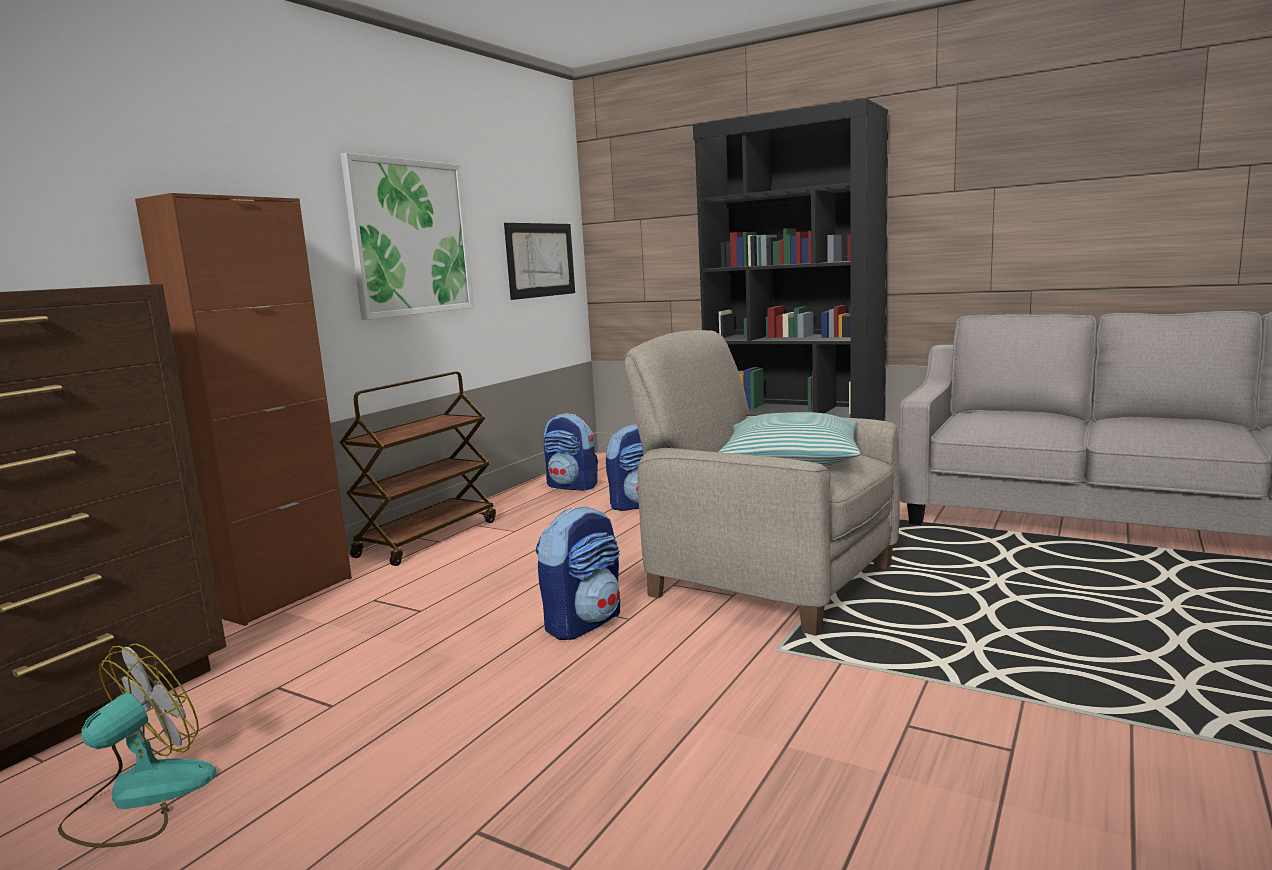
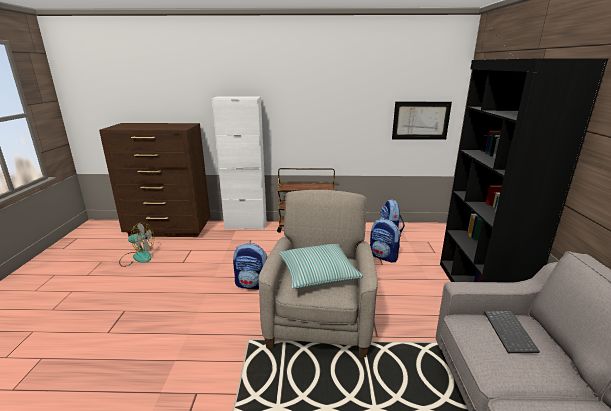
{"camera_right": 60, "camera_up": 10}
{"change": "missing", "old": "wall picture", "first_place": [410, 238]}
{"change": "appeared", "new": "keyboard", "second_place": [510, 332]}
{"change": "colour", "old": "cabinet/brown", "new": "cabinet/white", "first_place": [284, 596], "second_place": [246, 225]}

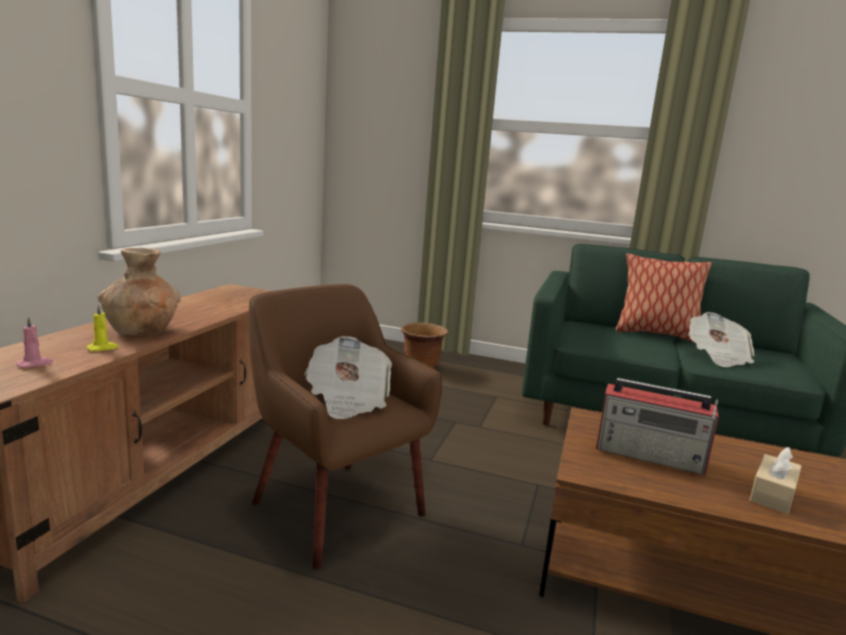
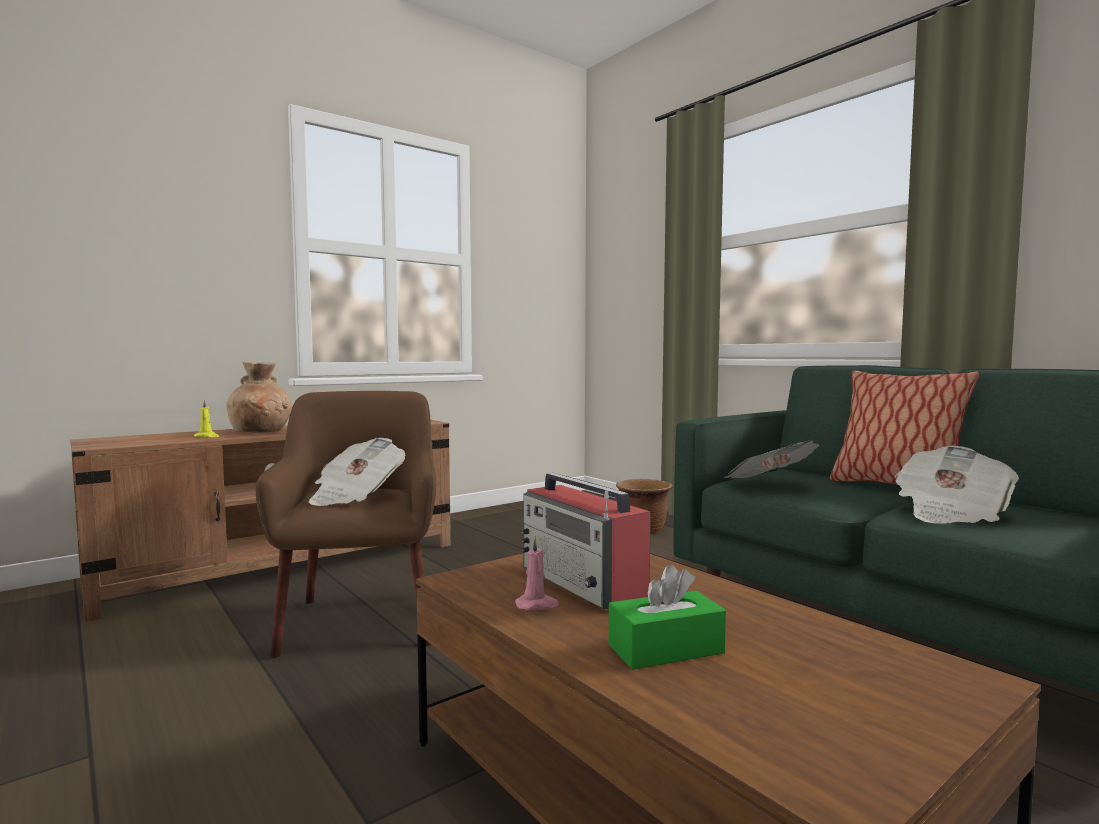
{"camera_right": 35, "camera_up": -10}
{"change": "appeared", "new": "daily paper", "second_place": [769, 485]}
{"change": "relocated", "old": "wax light/pinkish", "first_place": [35, 364], "second_place": [537, 605]}
{"change": "colour", "old": "box of tissues/beige", "new": "box of tissues/greenish", "first_place": [772, 494], "second_place": [666, 649]}

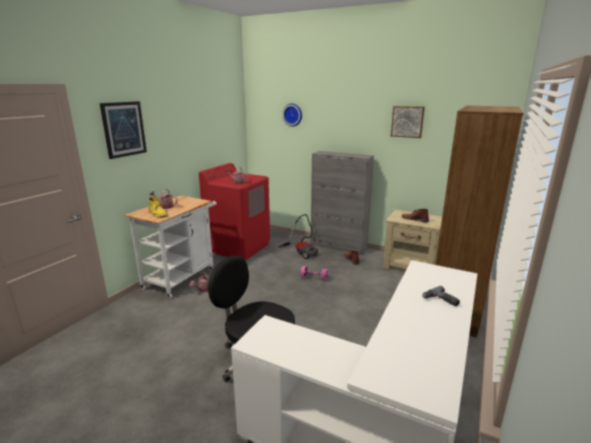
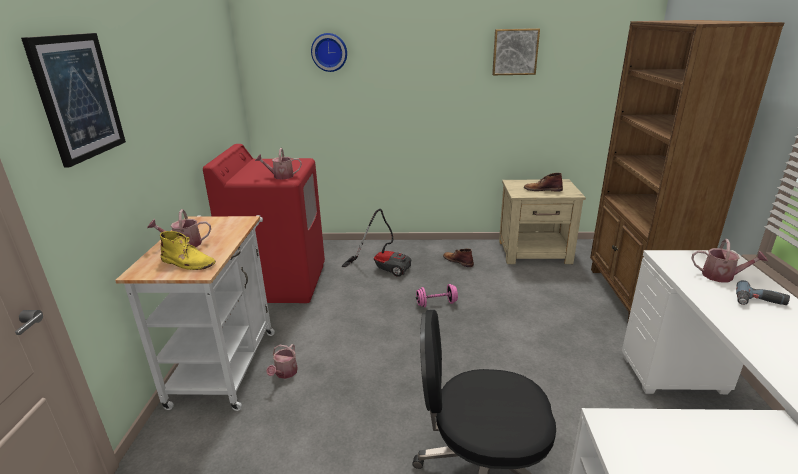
{"camera_right": -25, "camera_up": 5}
{"change": "missing", "old": "cabinet/greyish", "first_place": [338, 246]}
{"change": "appeared", "new": "watering pot", "second_place": [722, 276]}

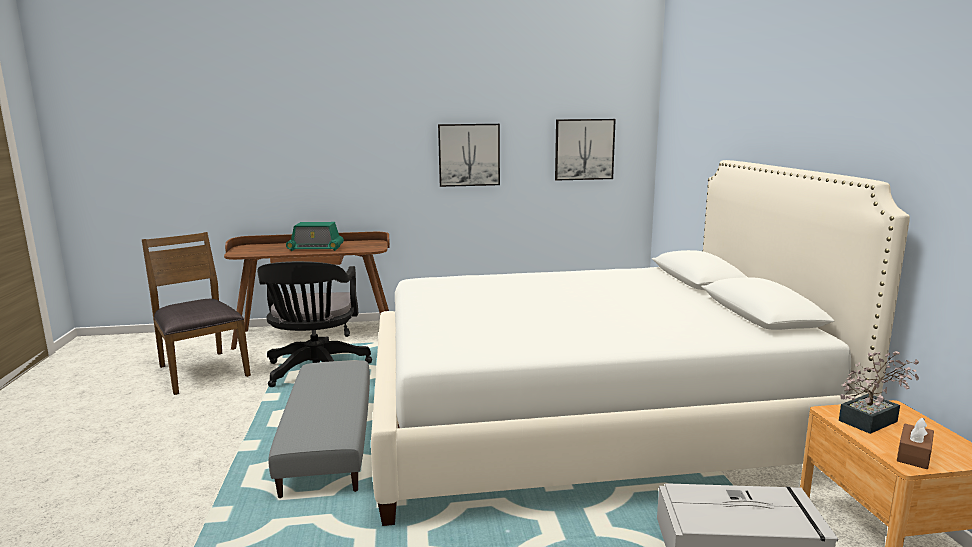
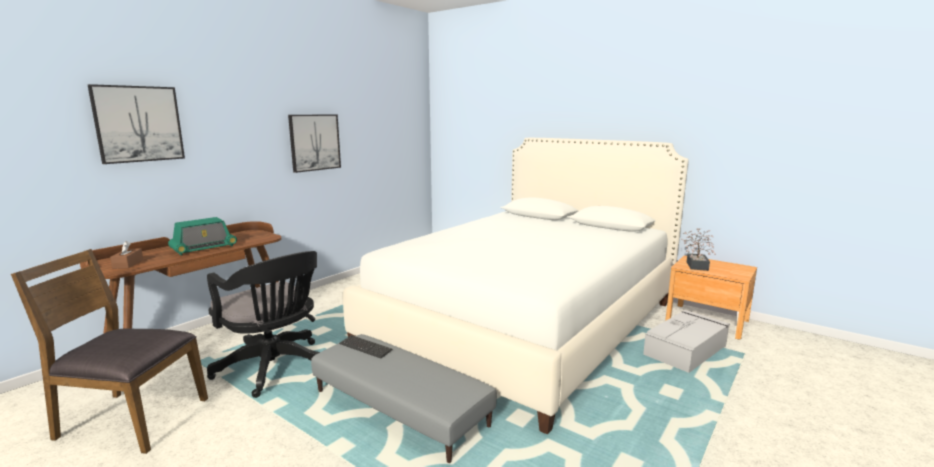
{"camera_right": -45, "camera_up": 0}
{"change": "appeared", "new": "keyboard", "second_place": [365, 347]}
{"change": "relocated", "old": "wall picture", "first_place": [584, 149], "second_place": [138, 124]}
{"change": "relocated", "old": "box of tissues/brown", "first_place": [913, 455], "second_place": [128, 264]}

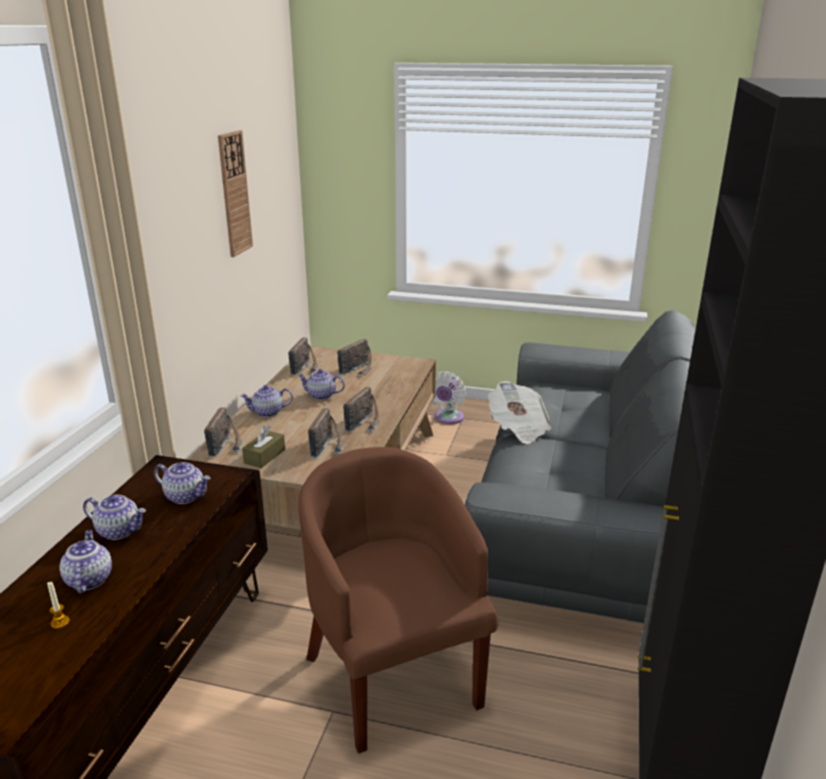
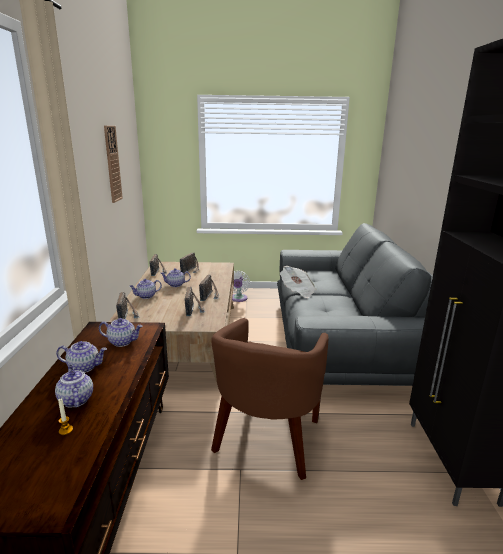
{"camera_right": -15, "camera_up": -5}
{"change": "missing", "old": "box of tissues/brown", "first_place": [264, 456]}
{"change": "spun", "old": "lounge chair/brown", "first_place": [392, 673], "second_place": [267, 439], "degrees": -120}

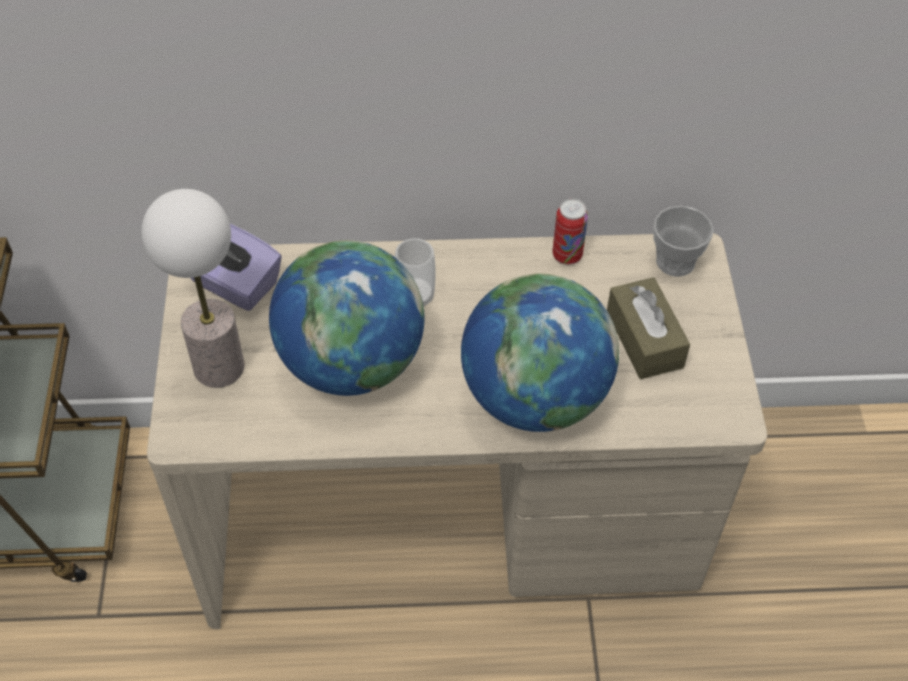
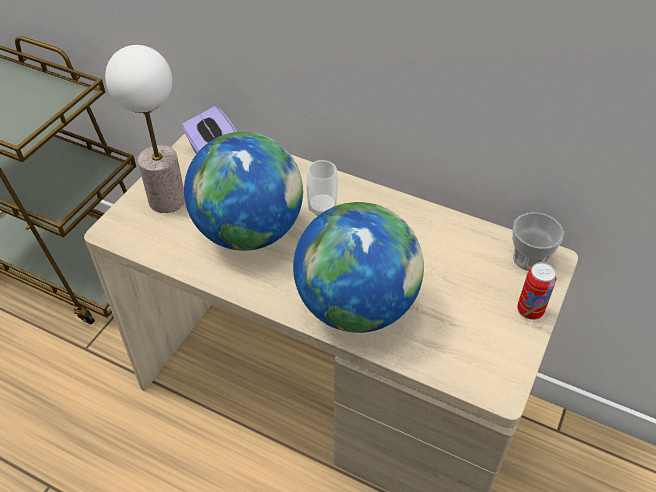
{"camera_right": 30, "camera_up": -5}
{"change": "missing", "old": "box of tissues/brown", "first_place": [644, 339]}
{"change": "relocated", "old": "sealed can", "first_place": [567, 255], "second_place": [530, 311]}

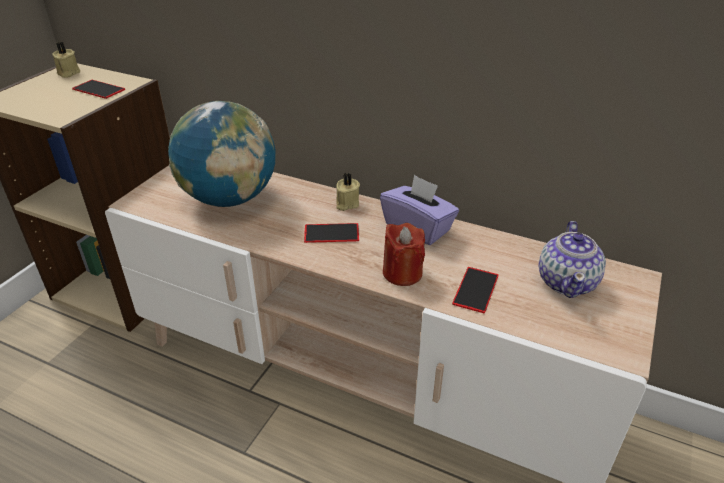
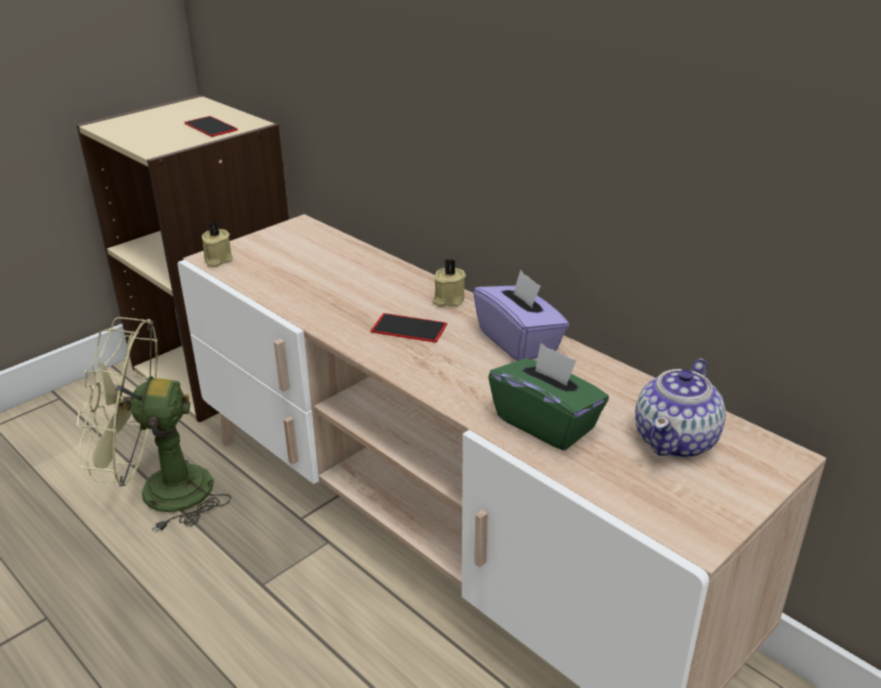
{"camera_right": 20, "camera_up": -5}
{"change": "missing", "old": "desk globe", "first_place": [229, 199]}
{"change": "missing", "old": "wax light/reddish", "first_place": [402, 273]}
{"change": "appeared", "new": "cooling fan/greenish", "second_place": [159, 492]}
{"change": "relocated", "old": "wax light/beige", "first_place": [68, 73], "second_place": [217, 260]}
{"change": "exchanged", "old": "handset", "new": "box of tissues/greenish", "first_place": [475, 289], "second_place": [546, 423]}

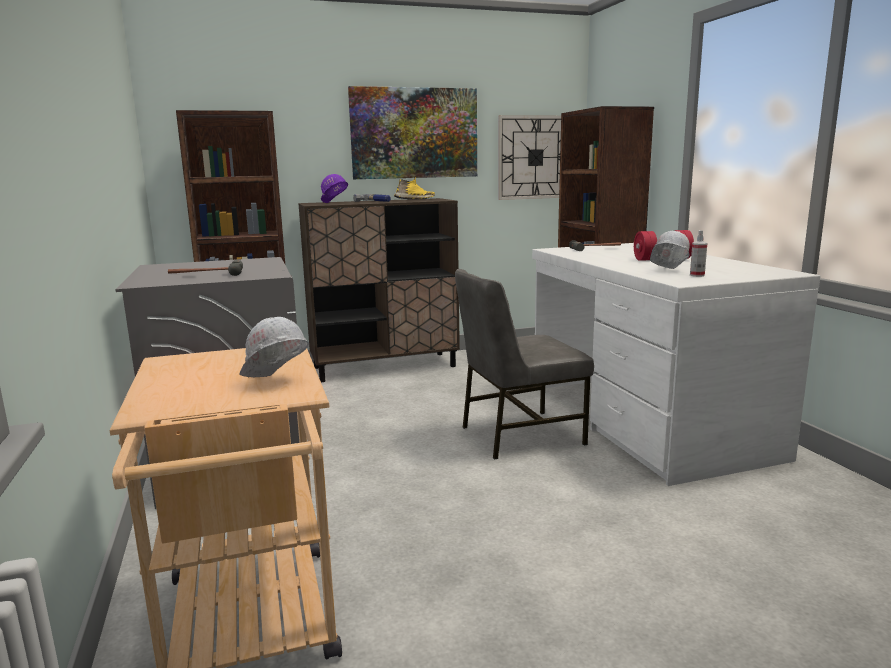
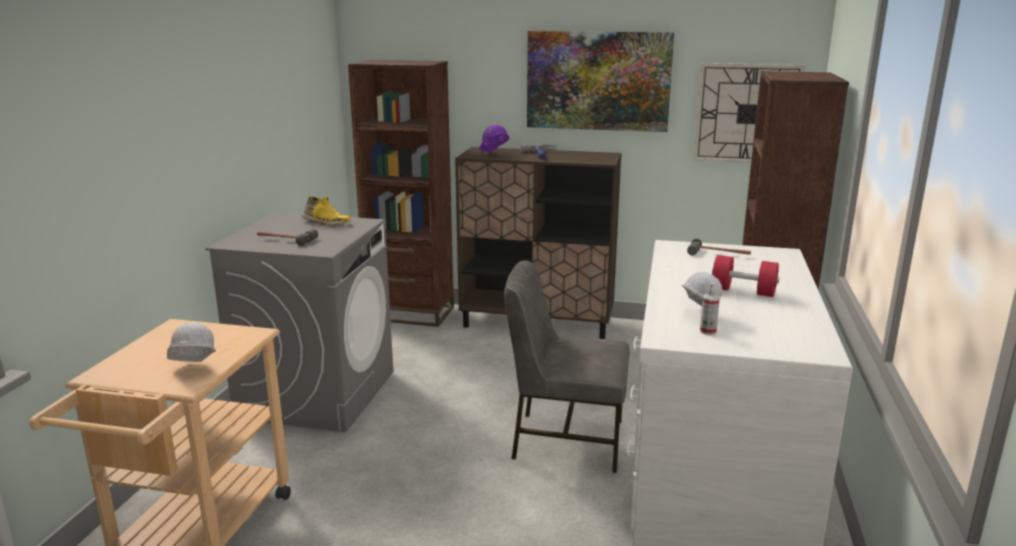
{"camera_right": 30, "camera_up": 5}
{"change": "relocated", "old": "low shoe/yellow", "first_place": [415, 199], "second_place": [326, 223]}

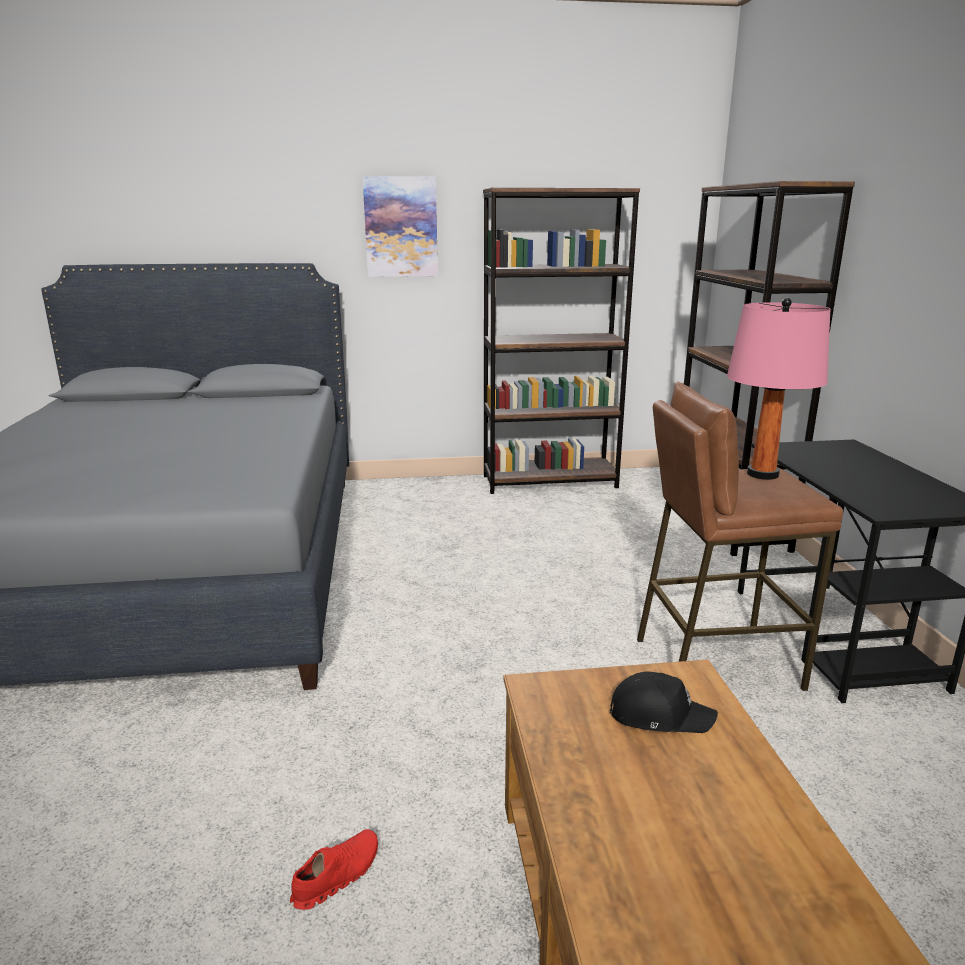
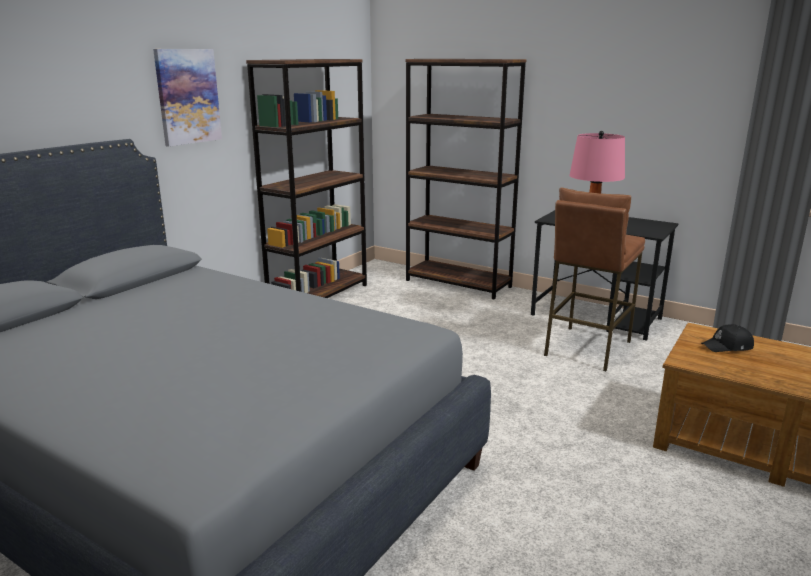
{"camera_right": -50, "camera_up": 0}
{"change": "missing", "old": "low shoe/reddish", "first_place": [337, 876]}
{"change": "spun", "old": "baseball cap/blackish", "first_place": [659, 715], "second_place": [728, 346], "degrees": -150}

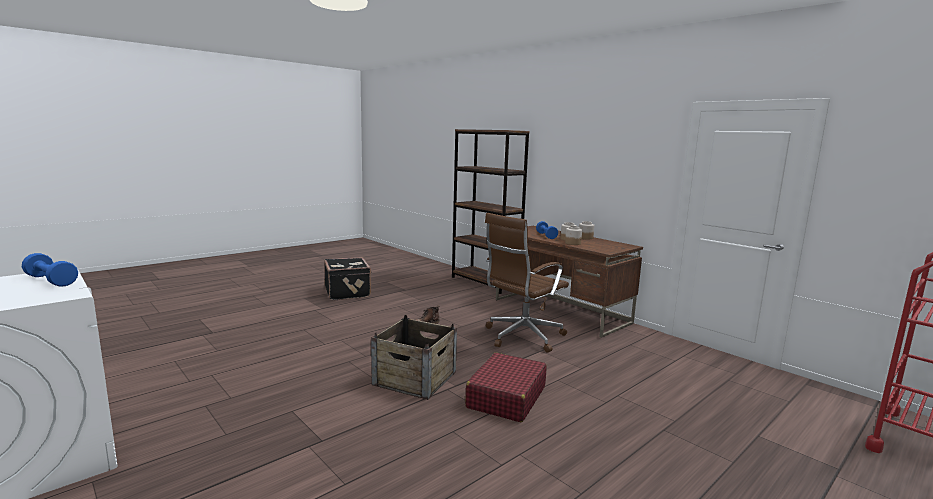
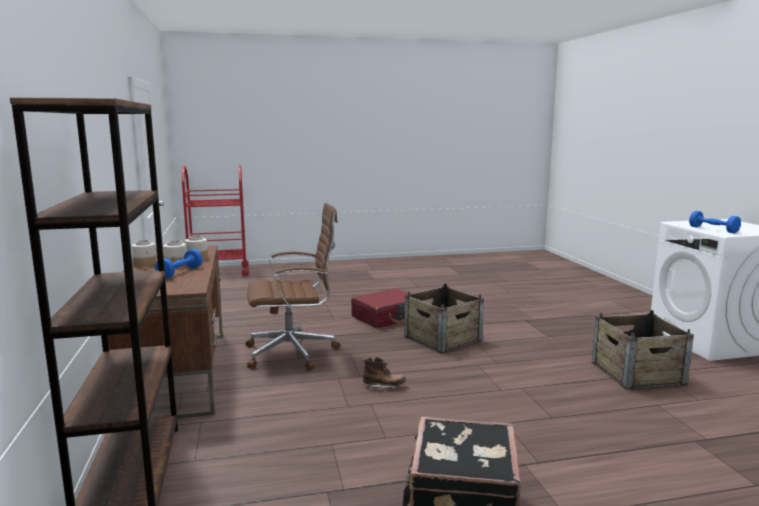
{"camera_right": -150, "camera_up": 0}
{"change": "appeared", "new": "shipping crate", "second_place": [637, 373]}

